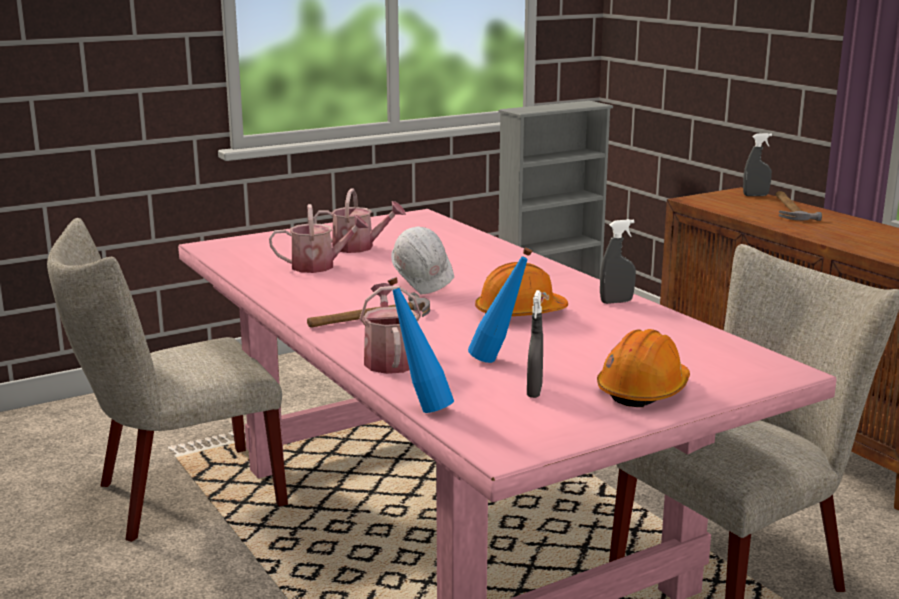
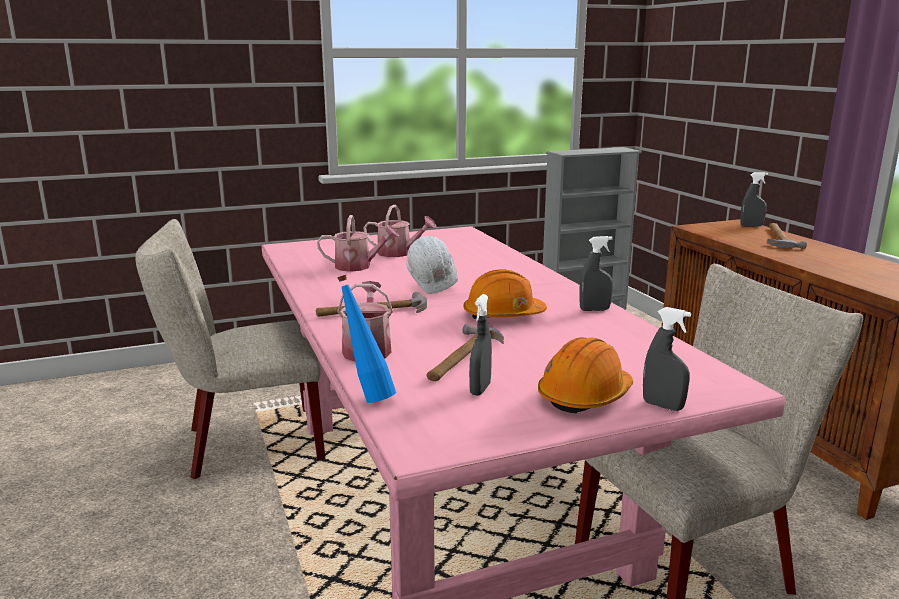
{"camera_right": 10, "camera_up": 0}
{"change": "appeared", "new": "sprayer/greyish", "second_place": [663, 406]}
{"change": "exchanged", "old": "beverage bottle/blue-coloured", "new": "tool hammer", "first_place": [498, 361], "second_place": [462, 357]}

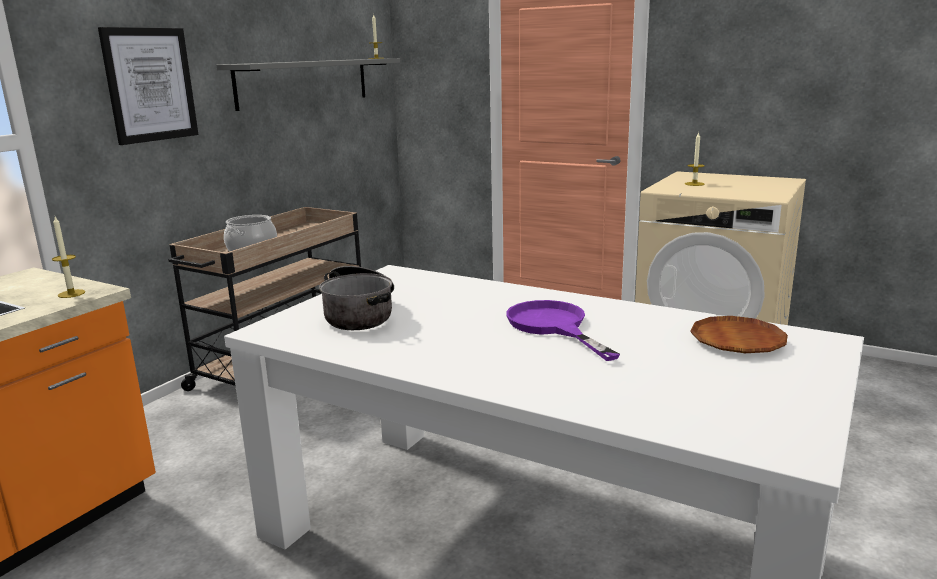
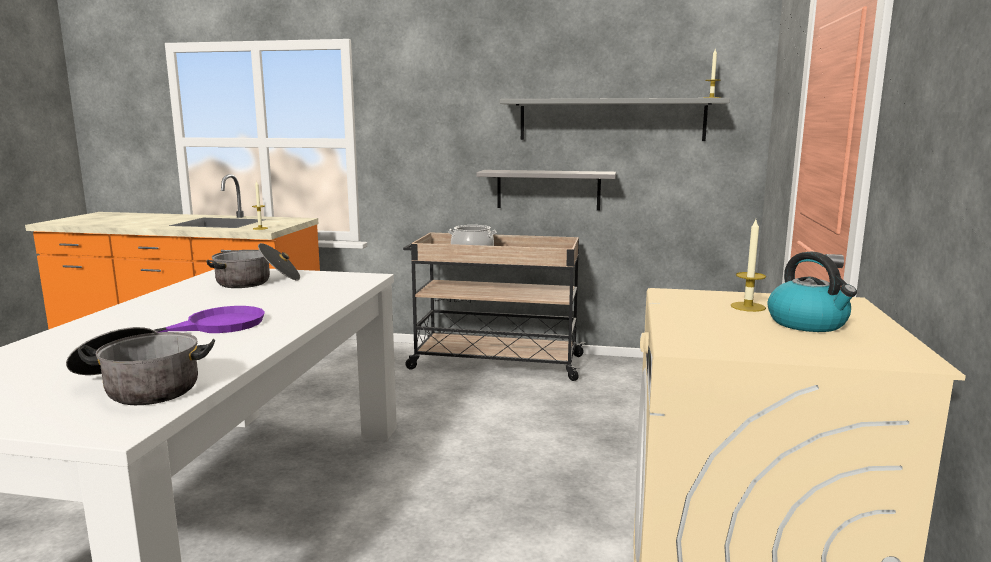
{"camera_right": 70, "camera_up": -5}
{"change": "missing", "old": "wall picture", "first_place": [150, 85]}
{"change": "appeared", "new": "wall shelf/greyish", "second_place": [548, 189]}
{"change": "appeared", "new": "tea kettle", "second_place": [808, 323]}
{"change": "exchanged", "old": "flat dish/brown", "new": "stockpot", "first_place": [737, 341], "second_place": [141, 387]}

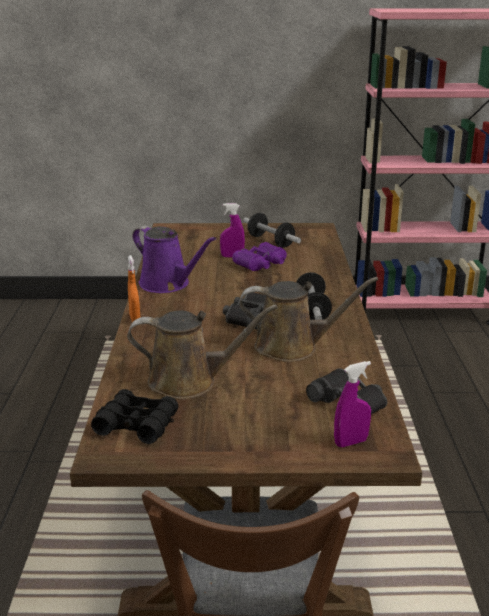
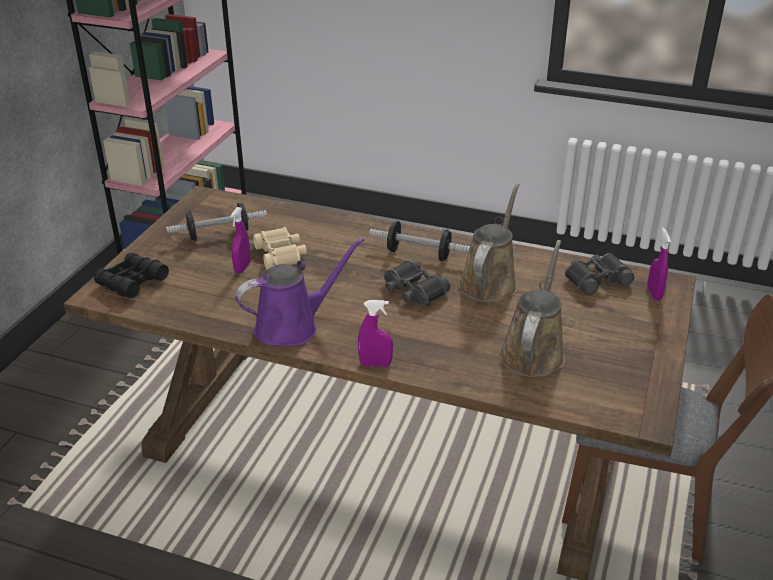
{"camera_right": -70, "camera_up": 10}
{"change": "relocated", "old": "binoculars/blackish", "first_place": [136, 425], "second_place": [132, 282]}
{"change": "colour", "old": "sprayer/orange-coloured", "new": "sprayer/purple", "first_place": [135, 319], "second_place": [375, 364]}
{"change": "colour", "old": "binoculars/purple", "new": "binoculars/beige", "first_place": [261, 264], "second_place": [281, 255]}

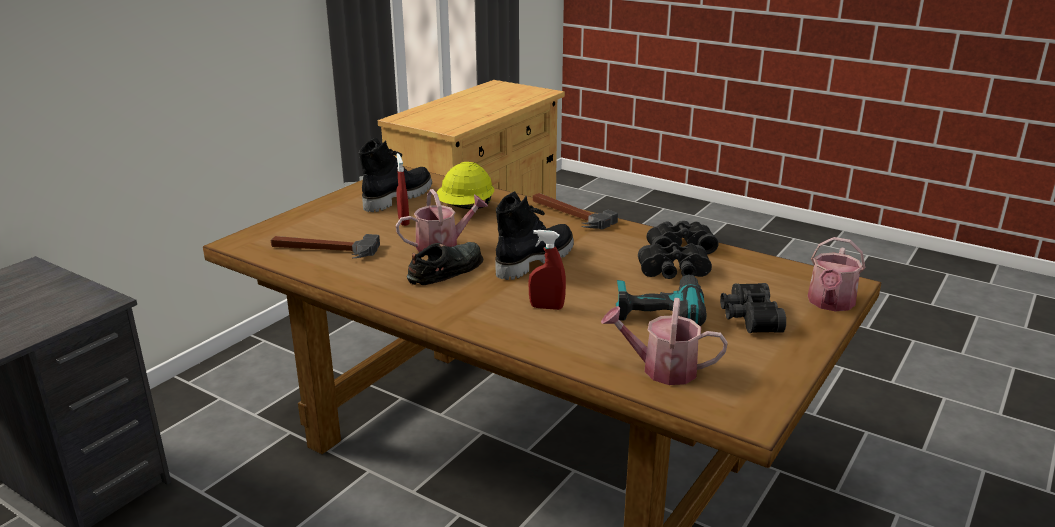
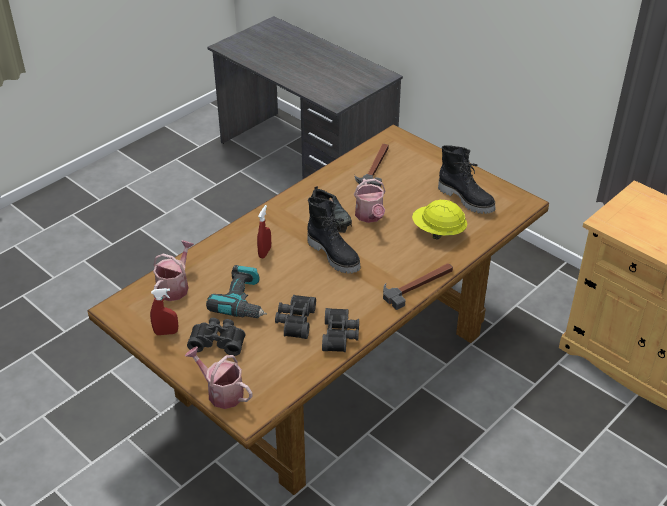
{"camera_right": 100, "camera_up": 15}
{"change": "relocated", "old": "sprayer/reddish", "first_place": [403, 221], "second_place": [166, 332]}

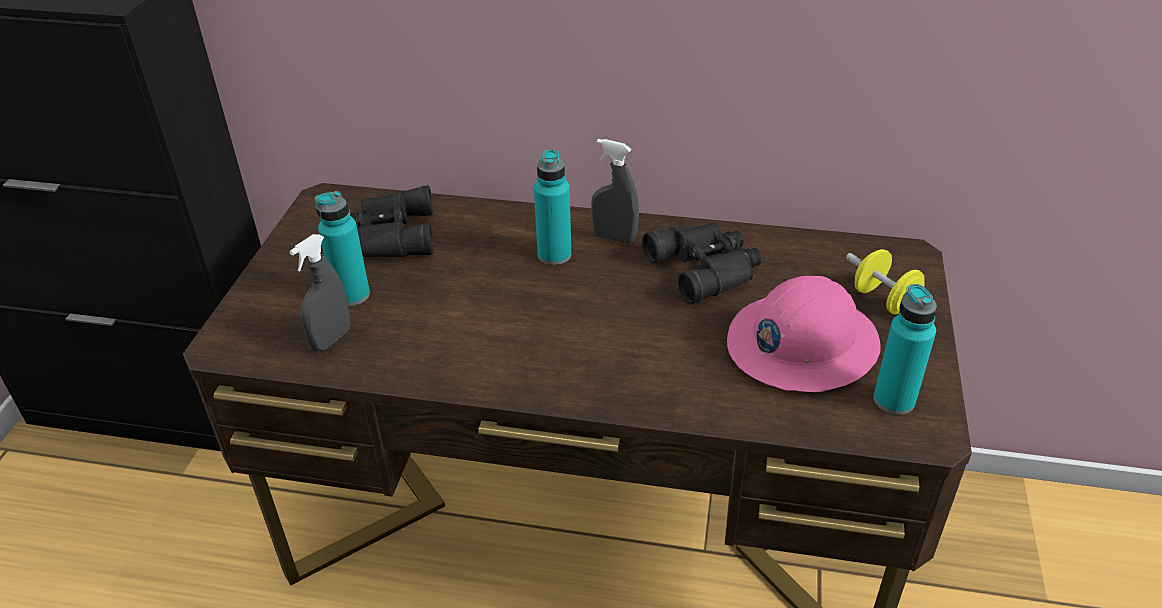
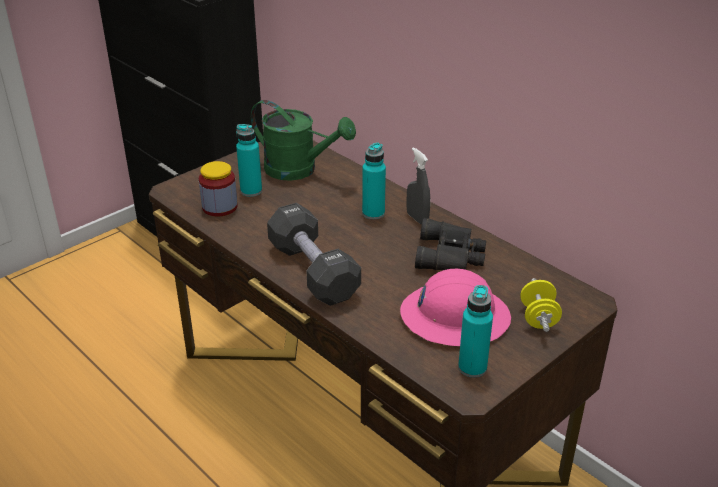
{"camera_right": 35, "camera_up": -5}
{"change": "appeared", "new": "free weight/blackish", "second_place": [313, 271]}
{"change": "exchanged", "old": "sprayer/greyish", "new": "storage jar", "first_place": [331, 339], "second_place": [220, 207]}
{"change": "exchanged", "old": "binoculars/blackish", "new": "watering pot/greenish", "first_place": [387, 236], "second_place": [299, 170]}

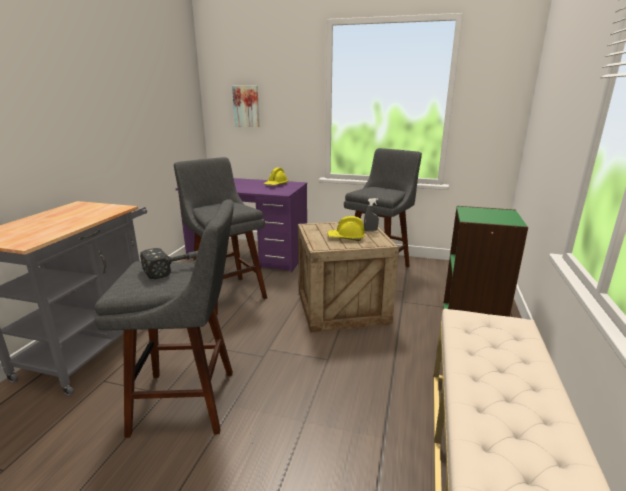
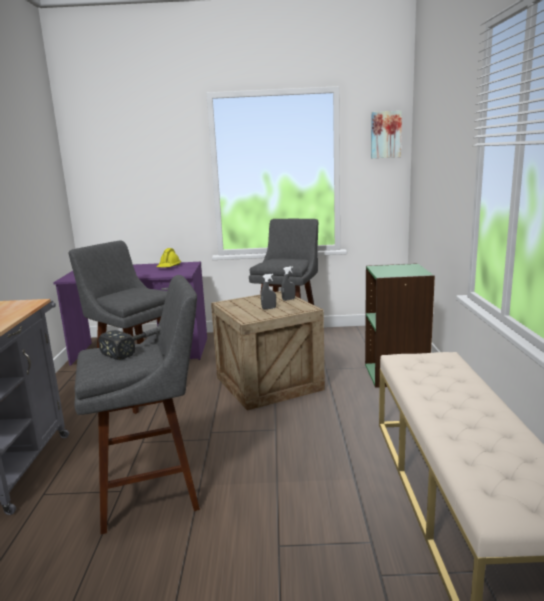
{"camera_right": -15, "camera_up": -5}
{"change": "relocated", "old": "wall picture", "first_place": [246, 106], "second_place": [385, 134]}
{"change": "exchanged", "old": "safety helmet/yellow", "new": "sprayer/greyish", "first_place": [346, 238], "second_place": [269, 308]}

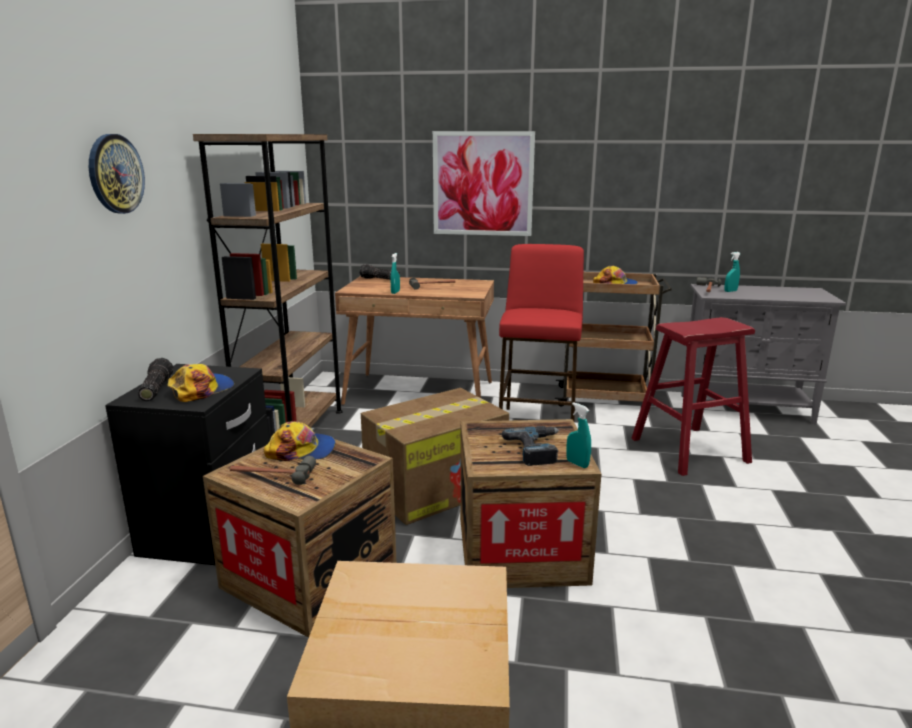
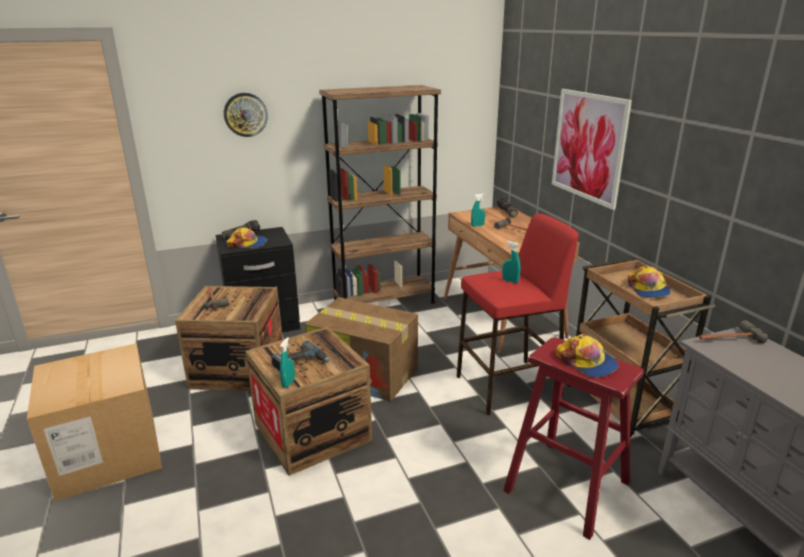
{"camera_right": 60, "camera_up": 5}
{"change": "relocated", "old": "baseball cap", "first_place": [301, 450], "second_place": [586, 362]}
{"change": "relocated", "old": "sprayer/blue-green", "first_place": [730, 291], "second_place": [510, 281]}

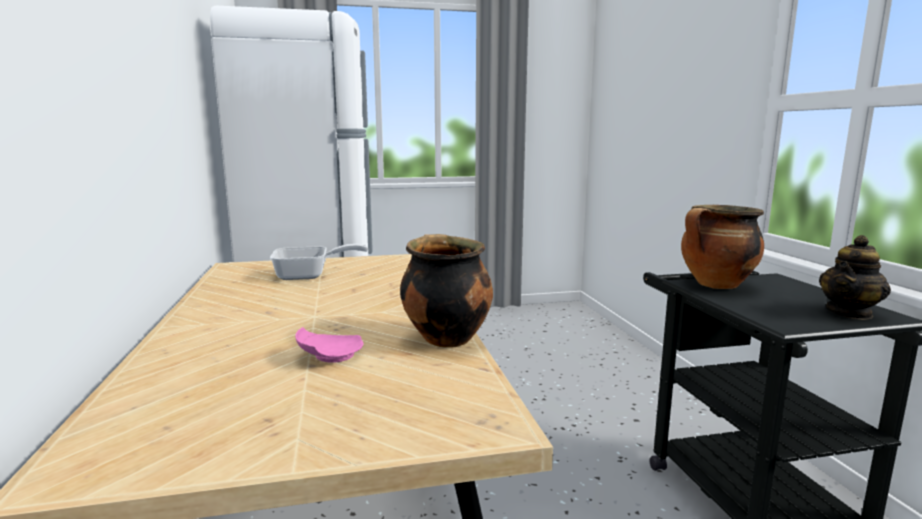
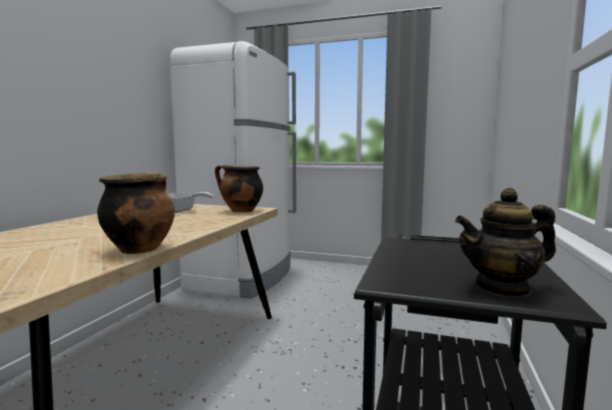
{"camera_right": 30, "camera_up": -5}
{"change": "missing", "old": "flat dish/pinkish", "first_place": [329, 356]}
{"change": "relocated", "old": "stockpot", "first_place": [716, 285], "second_place": [240, 211]}

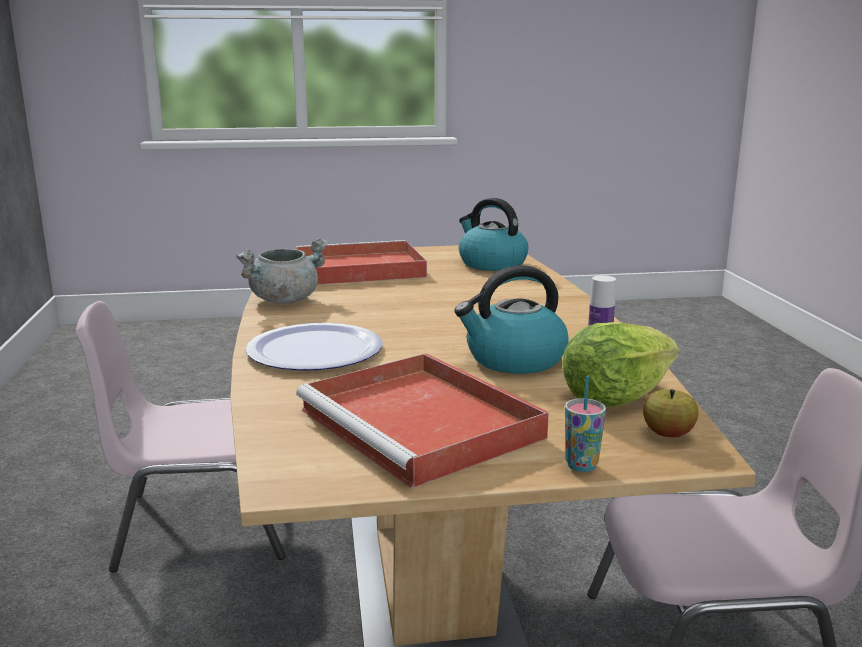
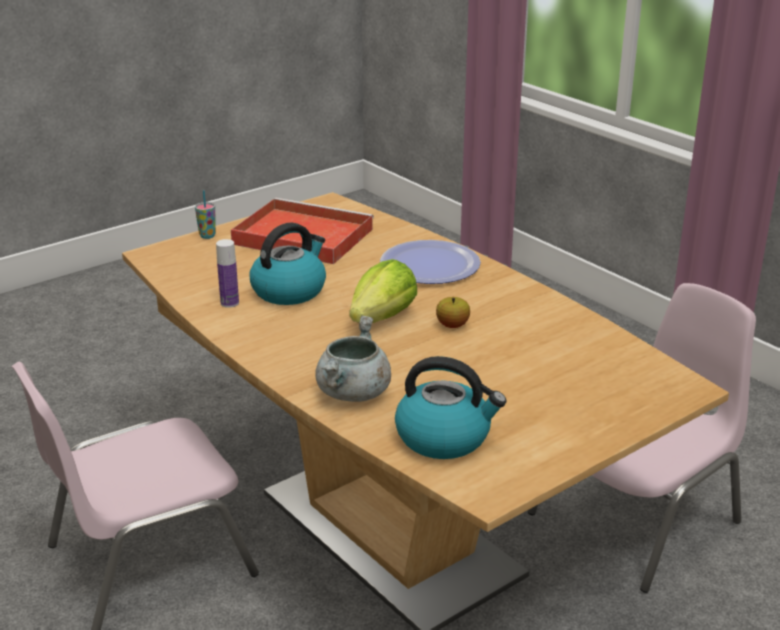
{"camera_right": 150, "camera_up": 10}
{"change": "missing", "old": "carrying tray/reddish", "first_place": [356, 269]}
{"change": "relocated", "old": "stockpot/greyish", "first_place": [284, 300], "second_place": [353, 393]}
{"change": "relocated", "old": "lettuce head", "first_place": [614, 398], "second_place": [383, 318]}
{"change": "relocated", "old": "apple fruit", "first_place": [668, 434], "second_place": [452, 325]}

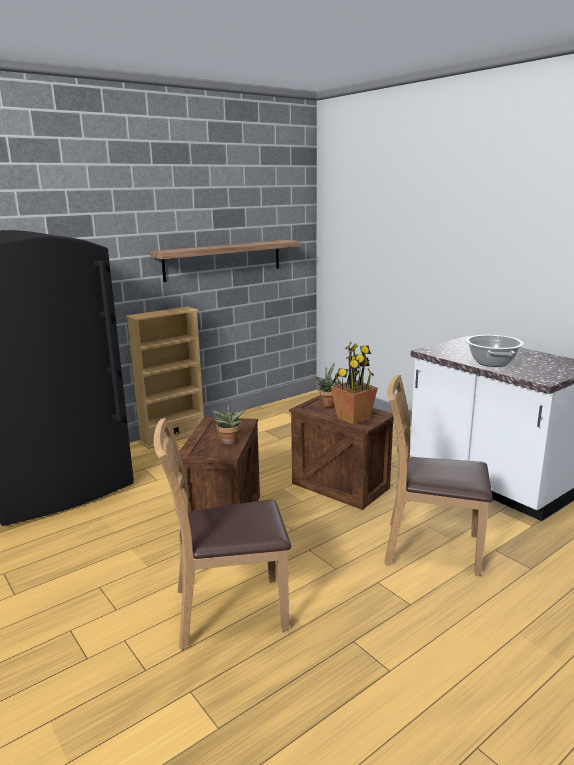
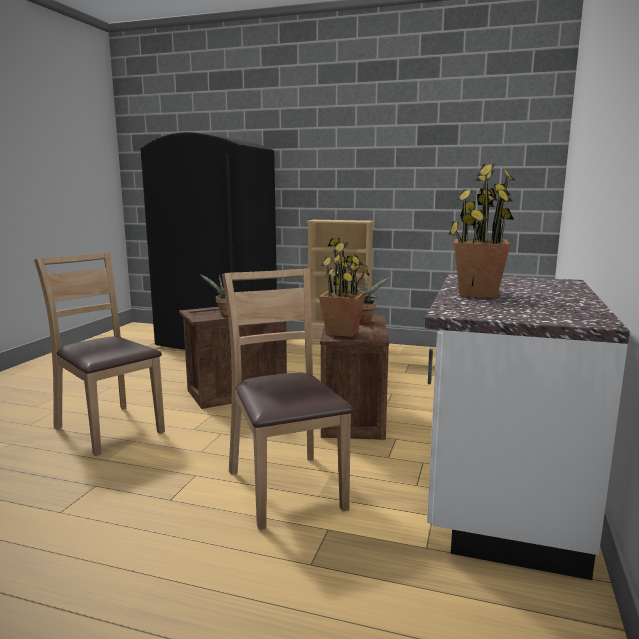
{"camera_right": 55, "camera_up": -5}
{"change": "missing", "old": "wall shelf", "first_place": [223, 259]}
{"change": "exchanged", "old": "stockpot", "new": "potted plant", "first_place": [492, 362], "second_place": [476, 293]}

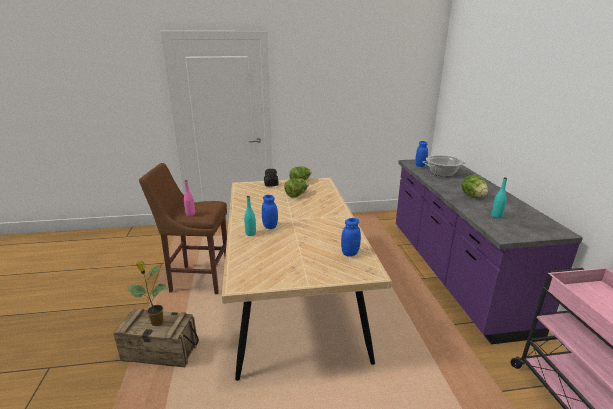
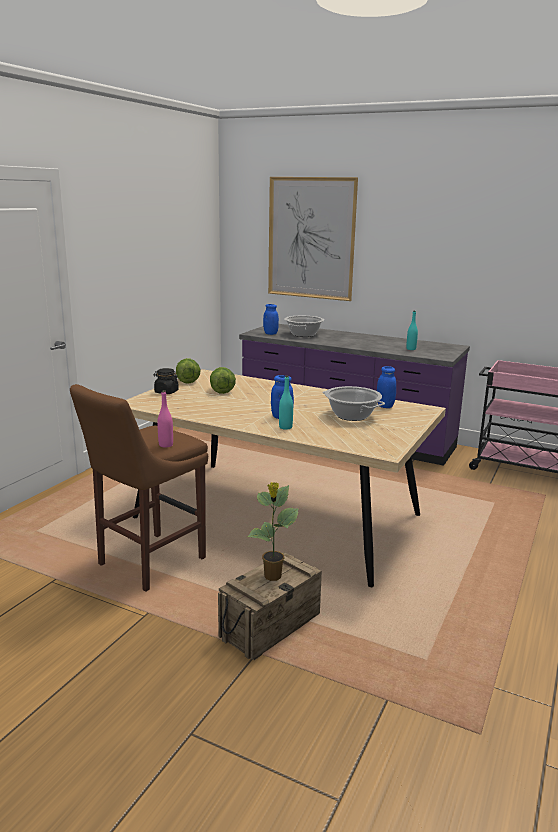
{"camera_right": -55, "camera_up": -5}
{"change": "missing", "old": "lettuce head", "first_place": [473, 196]}
{"change": "appeared", "new": "wall picture", "second_place": [311, 238]}
{"change": "appeared", "new": "stockpot", "second_place": [351, 416]}

